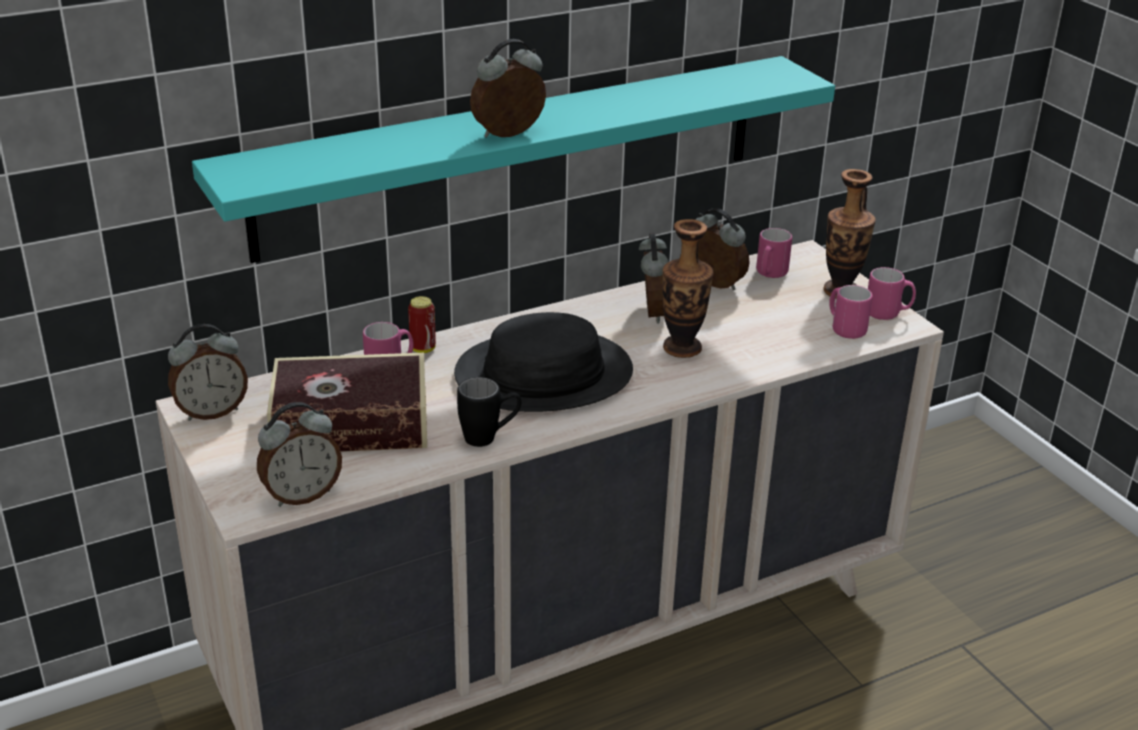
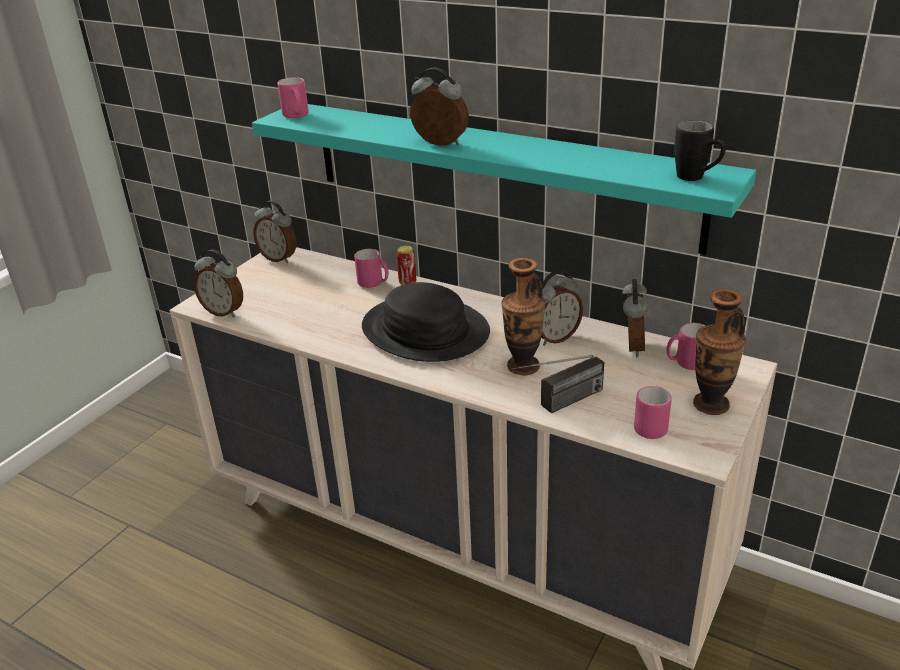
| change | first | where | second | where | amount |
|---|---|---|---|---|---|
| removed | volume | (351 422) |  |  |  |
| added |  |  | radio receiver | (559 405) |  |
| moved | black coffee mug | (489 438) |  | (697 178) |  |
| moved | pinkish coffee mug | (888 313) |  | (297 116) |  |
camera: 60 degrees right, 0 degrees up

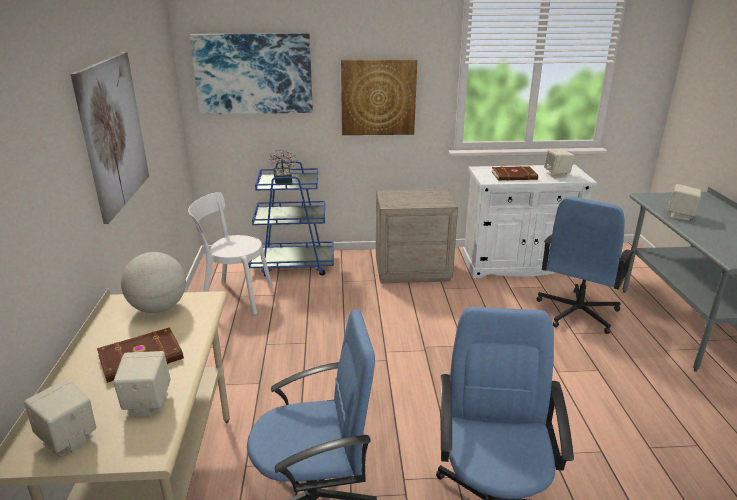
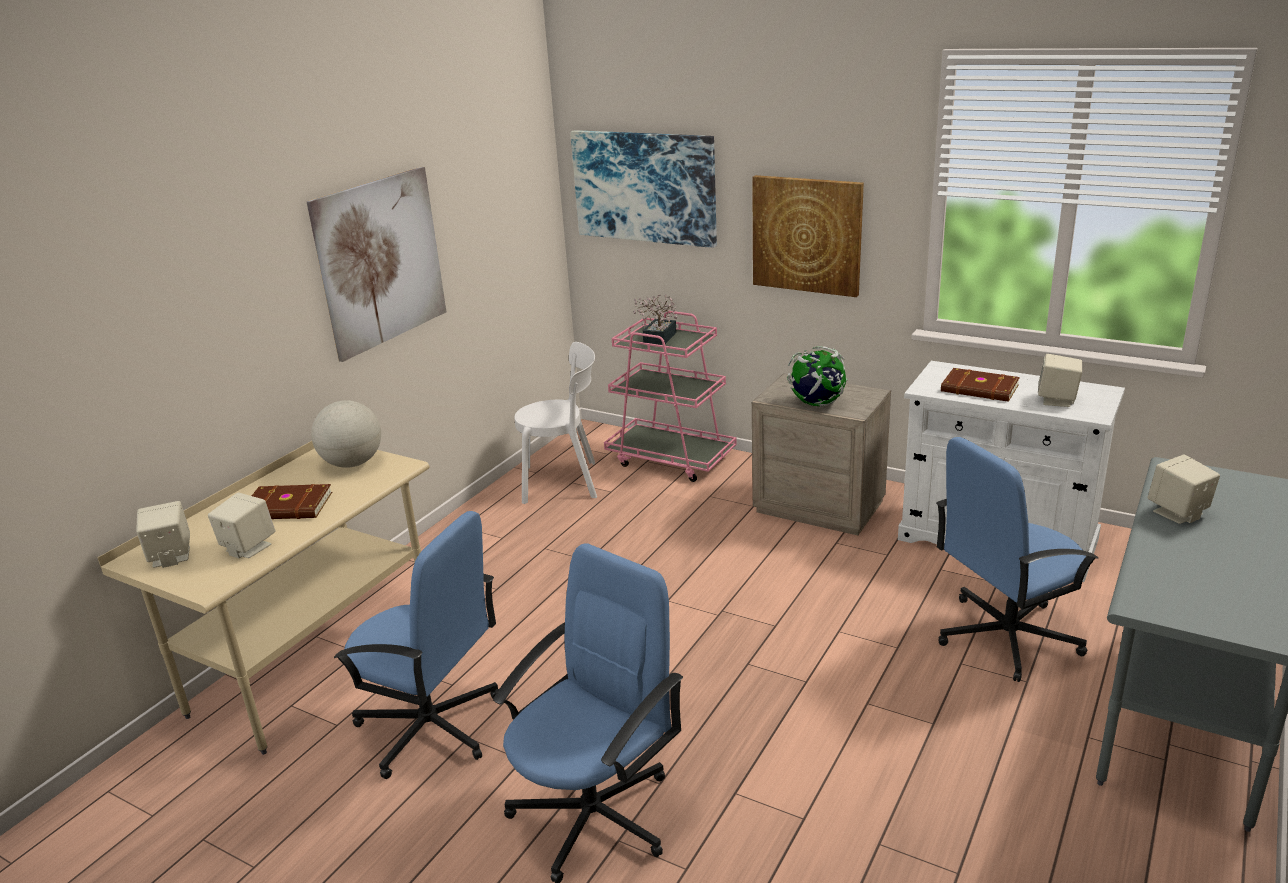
| change | first | where | second | where | amount |
|---|---|---|---|---|---|
| added |  |  | world globe | (817 404) |  |
| recoloured | blue wheeled cart | (293 265) | pinkish wheeled cart | (671 459) |  |
| turned | whitish chair | (234 296) |  | (565 482) | 135 degrees clockwise |
camera: 35 degrees right, 0 degrees up

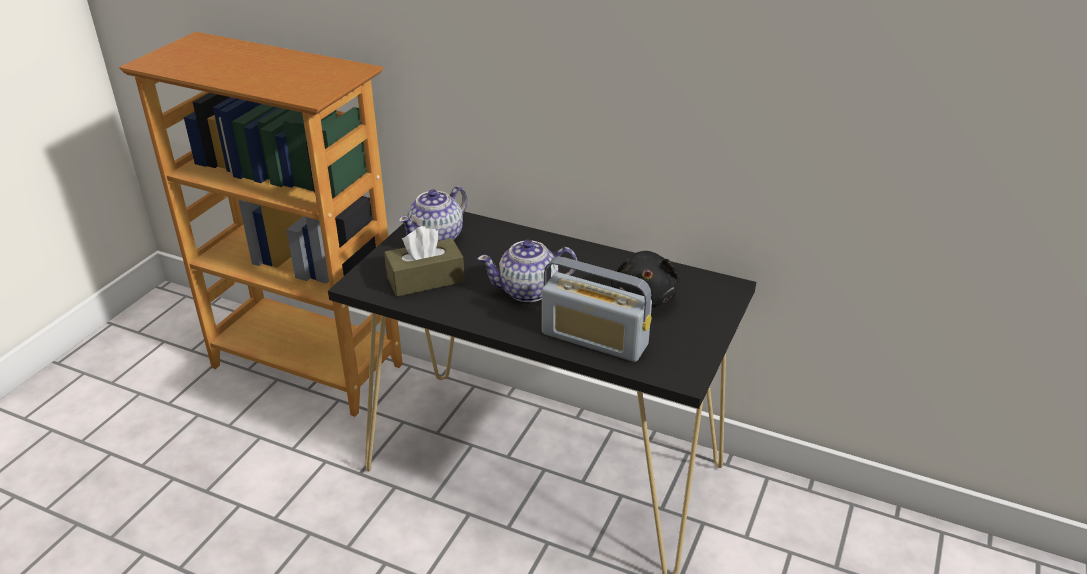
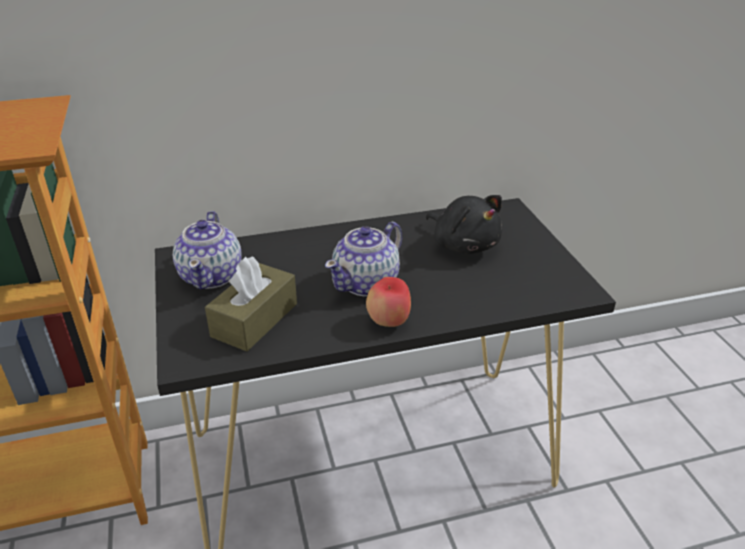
| change | first | where | second | where | amount |
|---|---|---|---|---|---|
| removed | radio receiver | (594 339) |  |  |  |
| added |  |  | whole apple | (389 322) |  |
camera: 40 degrees left, 0 degrees up

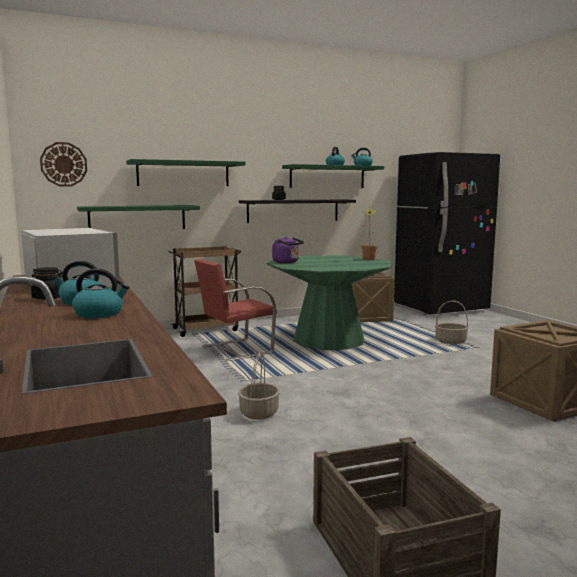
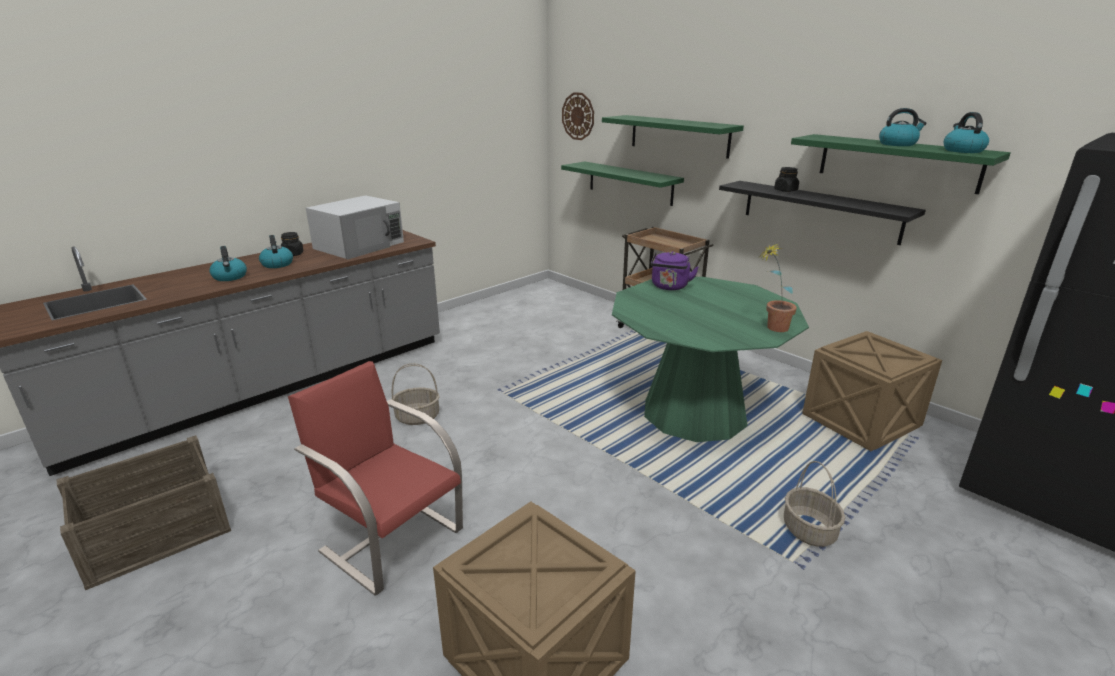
| change | first | where | second | where | amount |
|---|---|---|---|---|---|
| moved | reddish chair | (235 350) |  | (391 539) |  |
camera: 70 degrees right, 15 degrees up

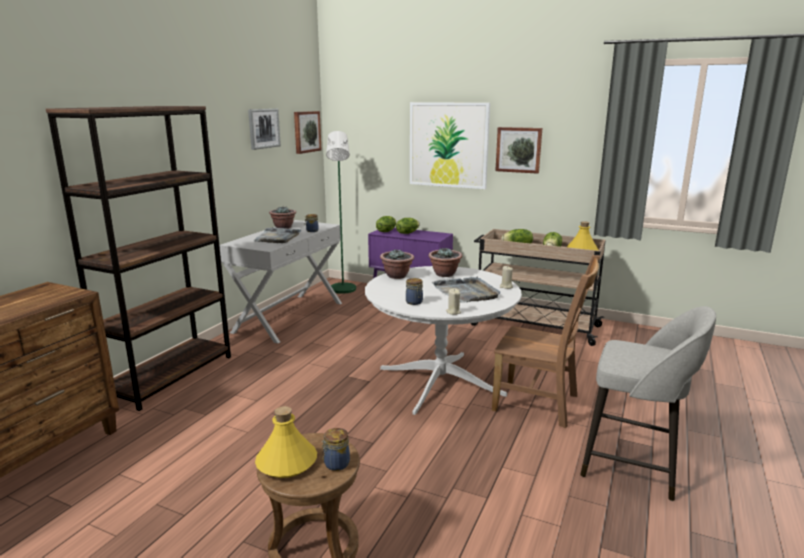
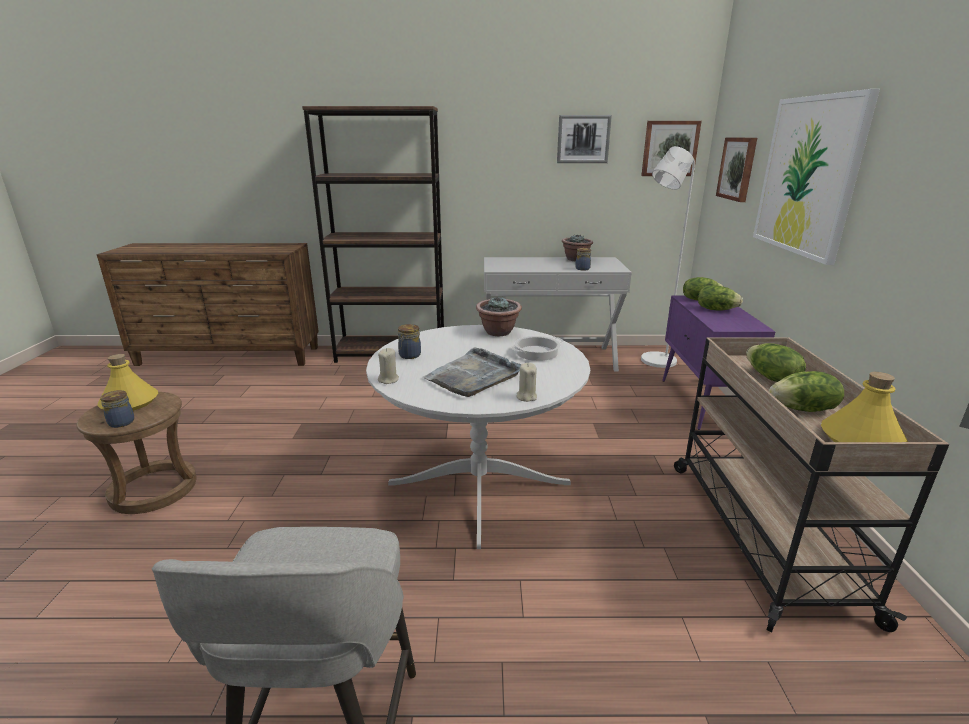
| change | first | where | second | where | amount |
|---|---|---|---|---|---|
| removed | gray tray | (277 237) |  |  |  |
| removed | brown chair | (539 404) |  |  |  |
| moved | wall picture | (518 149) |  | (737 168) |  |
| replaced | plant in a pot | (445 274) | saucepot | (537 353) |  |
| recoloured | green-coloured floor lamp | (342 290) | whitish floor lamp | (653 362) |  |
camera: 65 degrees right, 5 degrees up

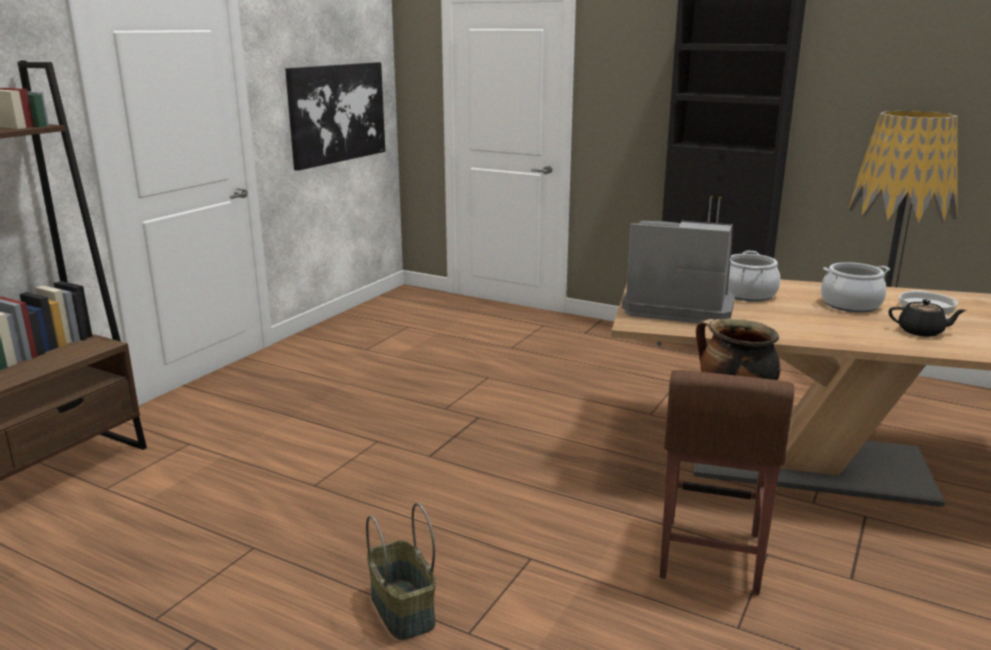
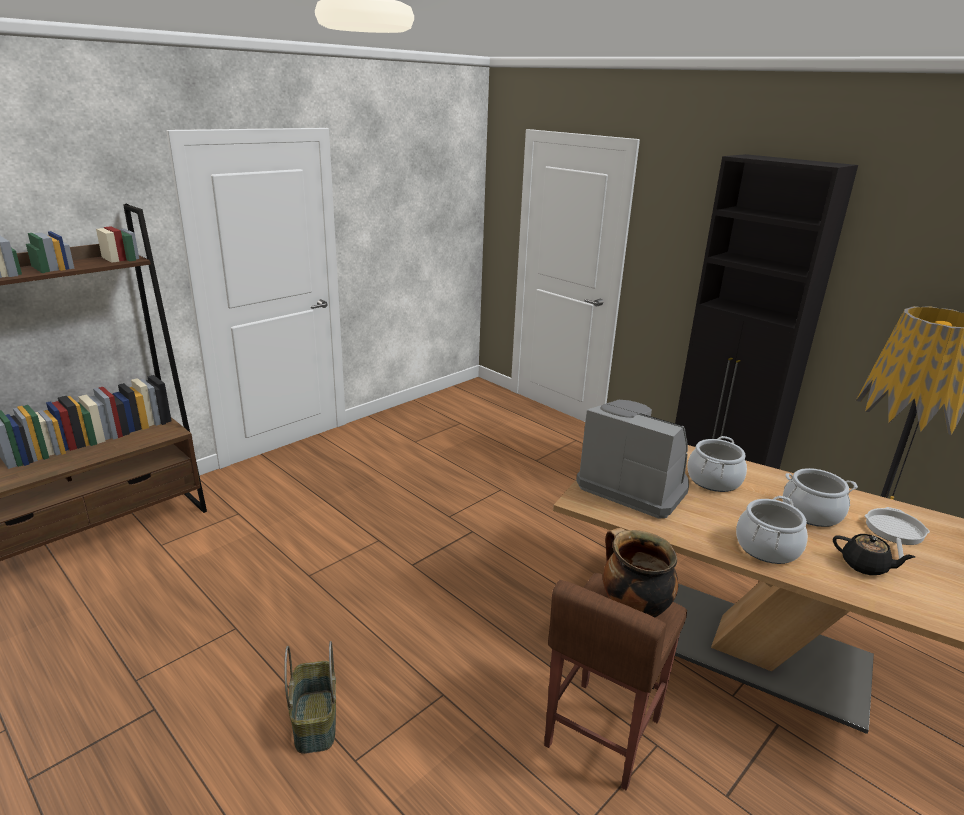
| change | first | where | second | where | amount |
|---|---|---|---|---|---|
| removed | wall picture | (337 113) |  |  |  |
| added |  |  | saucepot | (767 547) |  |
camera: 15 degrees right, 5 degrees up

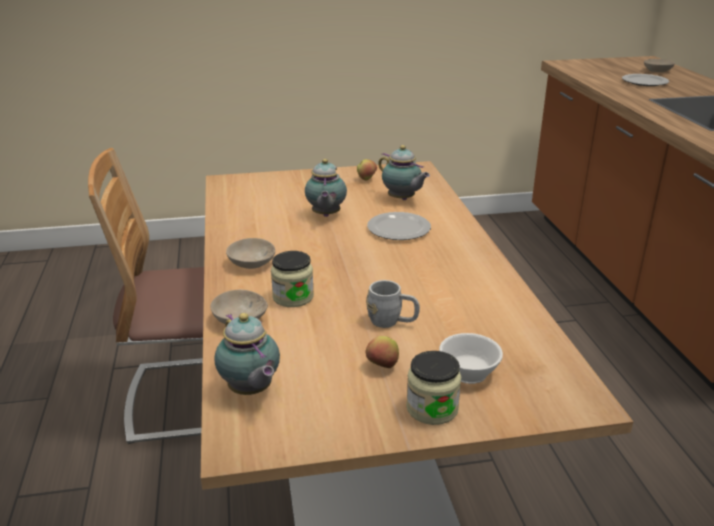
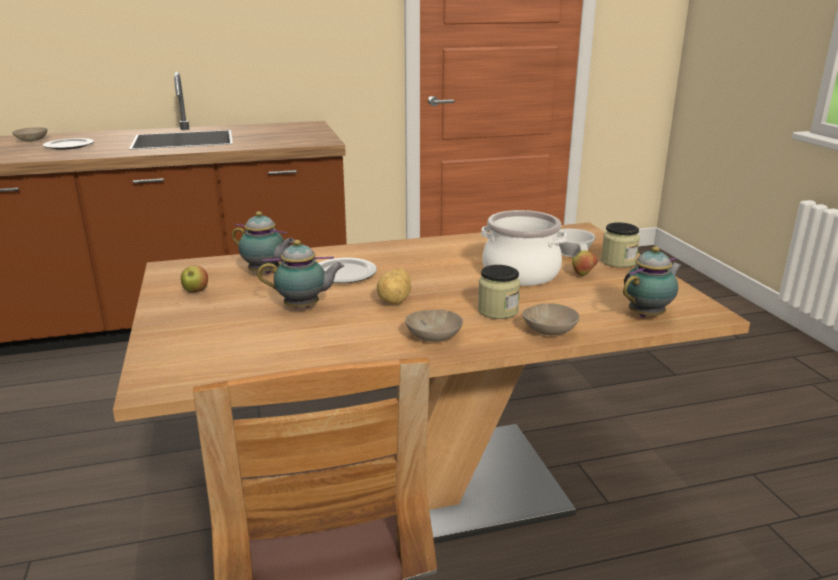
| change | first | where | second | where | amount |
|---|---|---|---|---|---|
| added |  |  | whole potato | (396 300) |  |
| replaced | gray coffee mug | (392 322) | saucepot | (521 273) |  |
| turned | pot for tea | (402 199) |  | (266 273) | 75 degrees clockwise |
camera: 95 degrees left, 5 degrees down

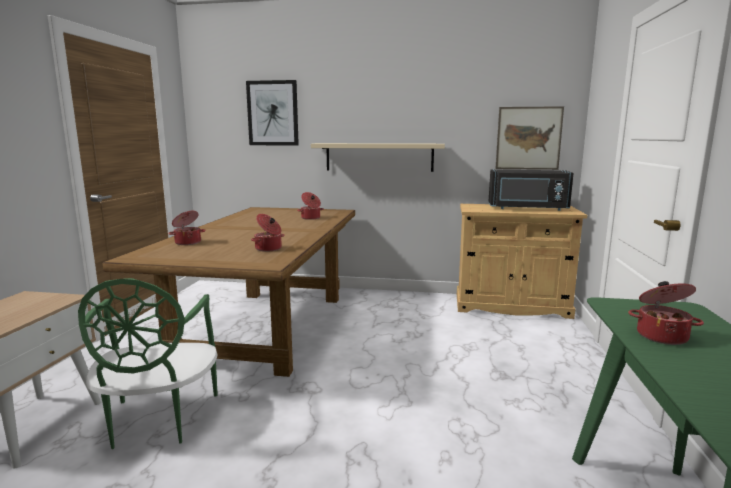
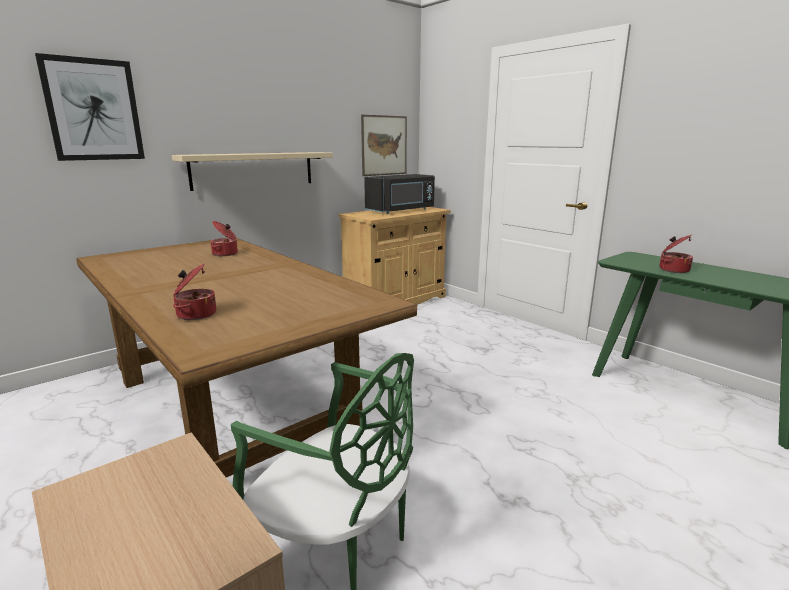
| change | first | where | second | where | amount |
|---|---|---|---|---|---|
| removed | saucepot | (269 249) |  |  |  |
camera: 50 degrees left, 5 degrees up

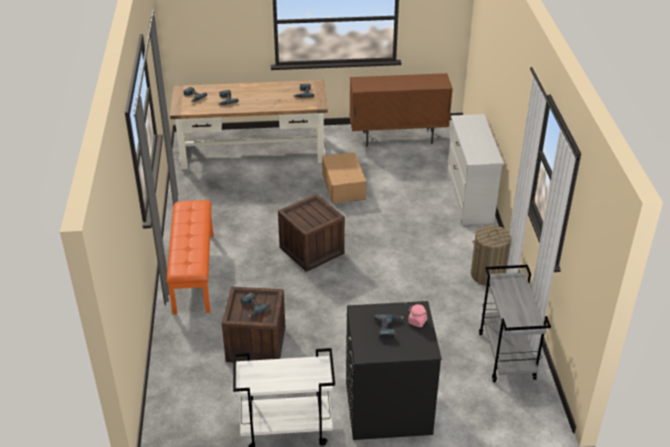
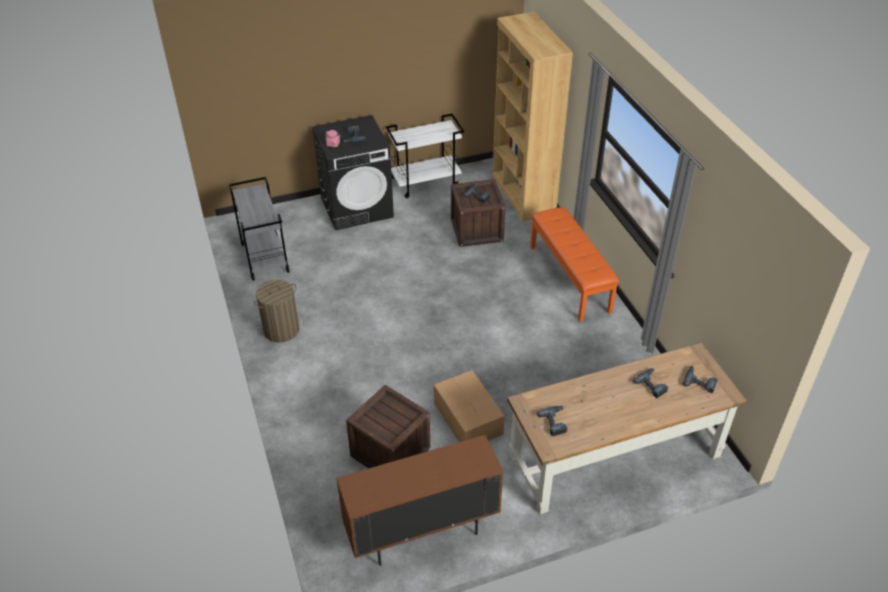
| change | first | where | second | where | amount |
|---|---|---|---|---|---|
| removed | whitish chest of drawers | (469 199) |  |  |  |
| added |  |  | brown bookcase | (522 194) |  |
| moved | crate | (311 250) |  | (390 452) |  |
camera: 165 degrees right, 5 degrees up

